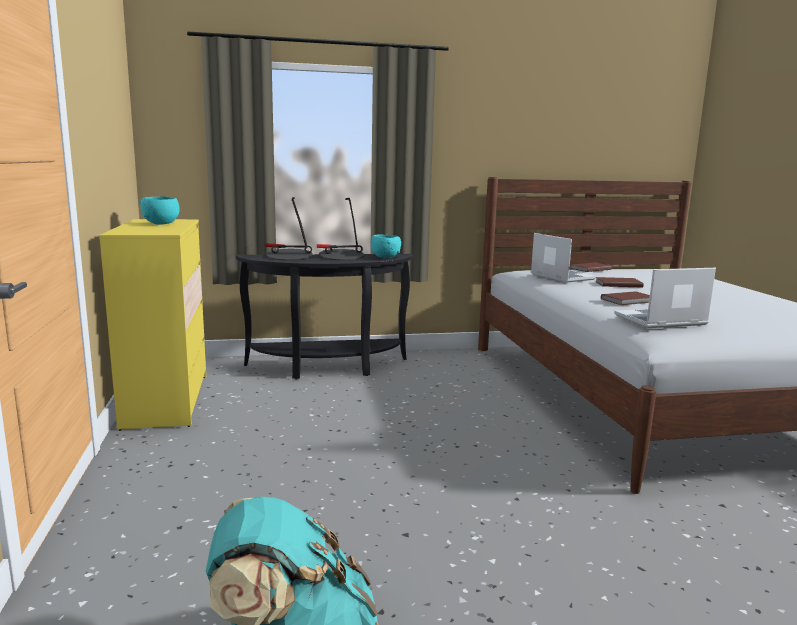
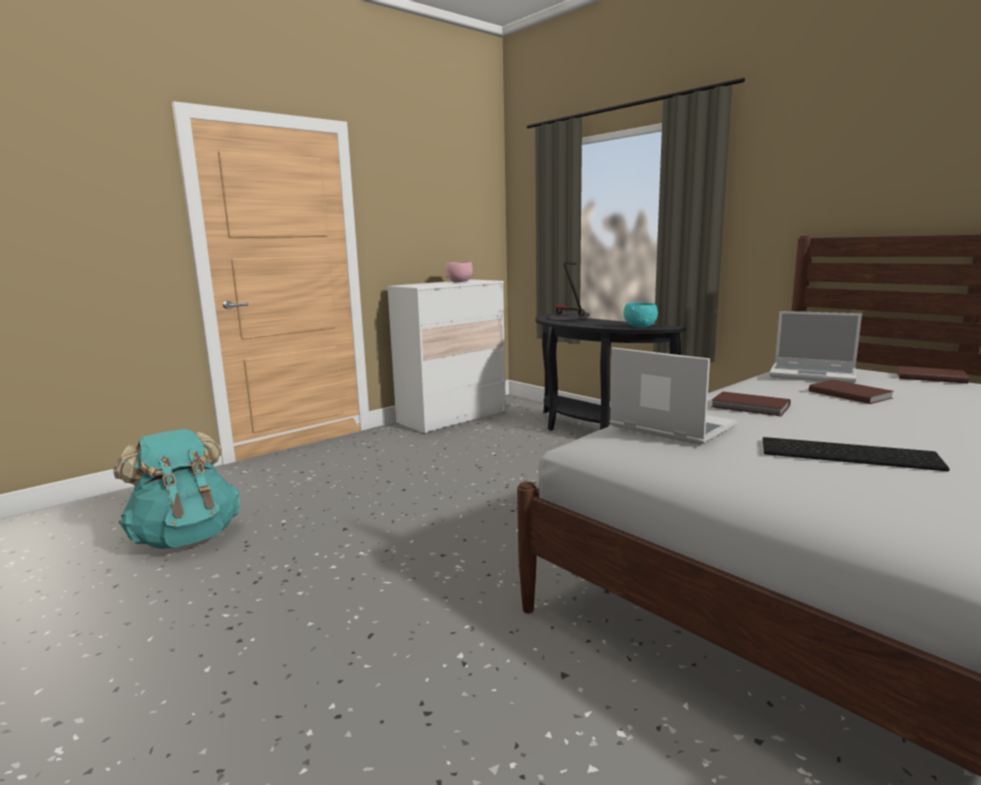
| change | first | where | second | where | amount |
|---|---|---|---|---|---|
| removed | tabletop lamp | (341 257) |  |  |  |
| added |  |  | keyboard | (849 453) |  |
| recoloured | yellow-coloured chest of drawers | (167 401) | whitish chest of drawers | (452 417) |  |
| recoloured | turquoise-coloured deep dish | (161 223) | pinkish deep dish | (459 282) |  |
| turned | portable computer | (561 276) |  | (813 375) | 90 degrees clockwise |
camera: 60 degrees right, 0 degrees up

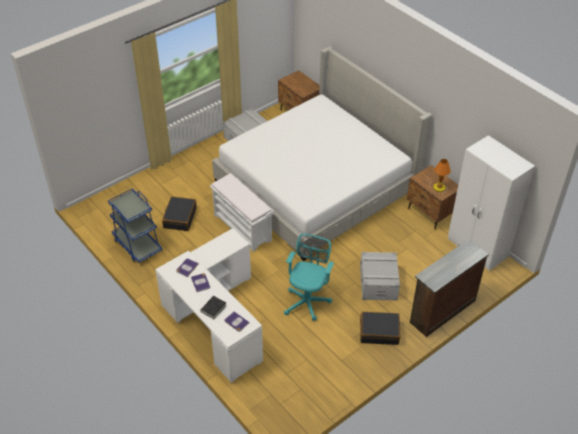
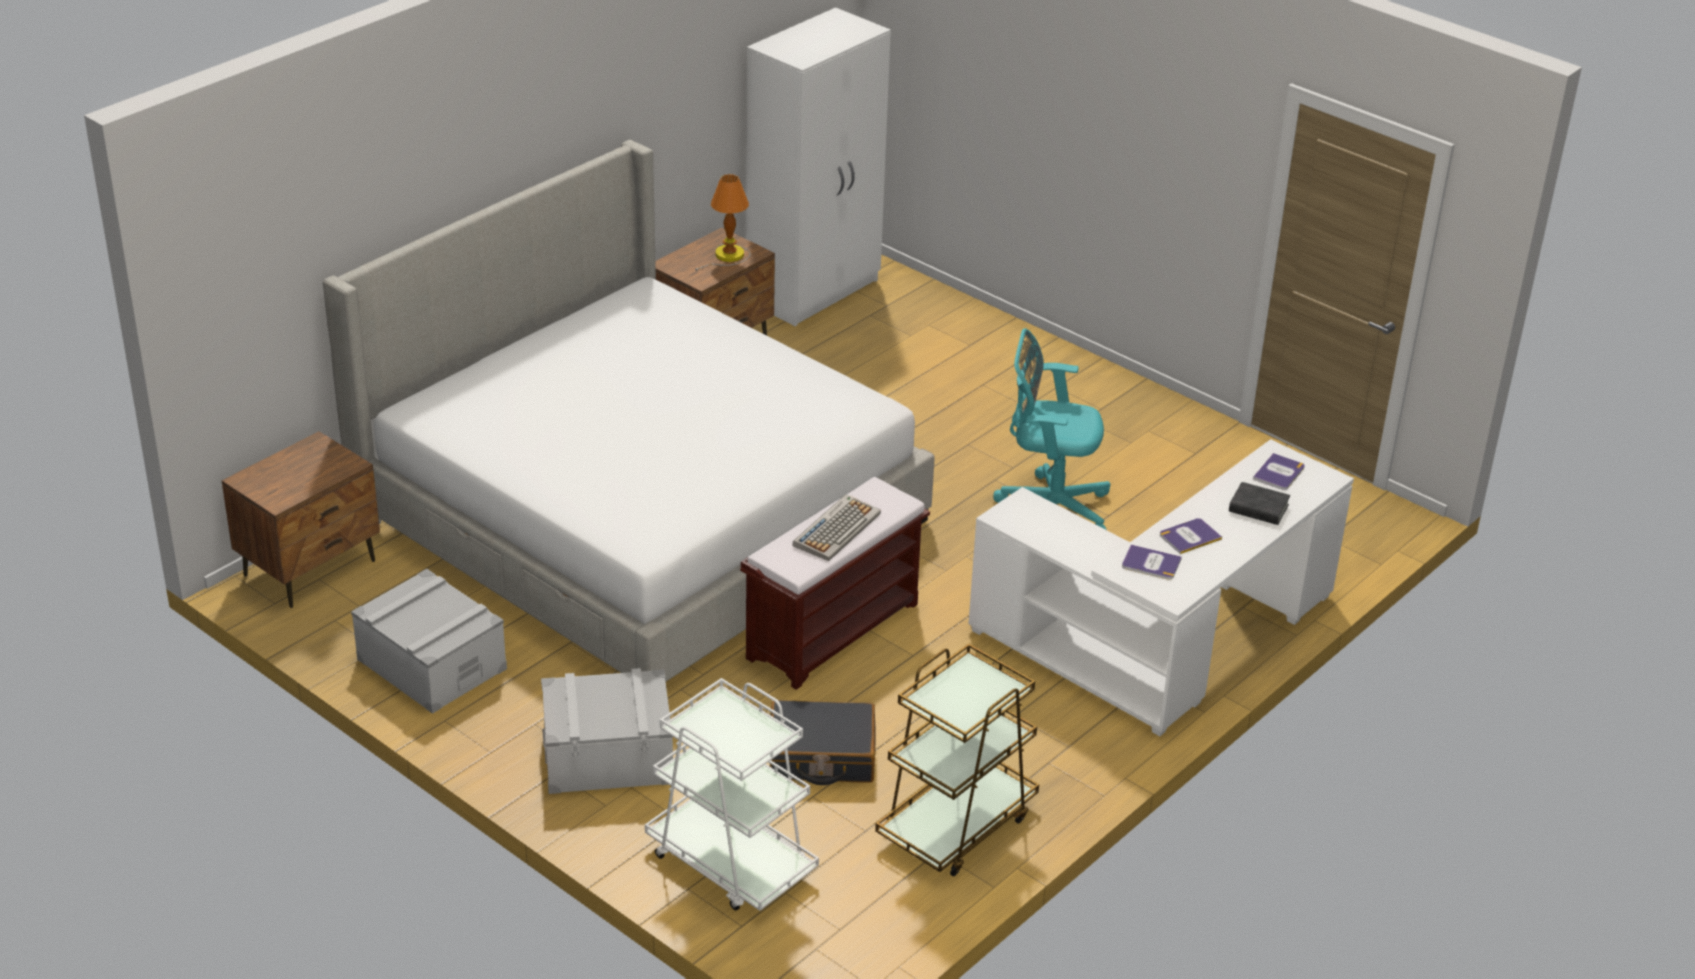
| change | first | where | second | where | amount |
|---|---|---|---|---|---|
| removed | black suitcase | (379 332) |  |  |  |
| removed | brown chest of drawers | (441 311) |  |  |  |
| added |  |  | whitish wheeled cart | (730 861) |  |
| added |  |  | keyboard | (836 529) |  |
| moved | gray storage bin | (378 283) |  | (608 755) |  |
| recoloured | blue wheeled cart | (137 245) | brown wheeled cart | (956 825) |  |
| recoloured | whitish indoor bench | (243 228) | brown indoor bench | (833 630) |  |
camera: 100 degrees left, 10 degrees down

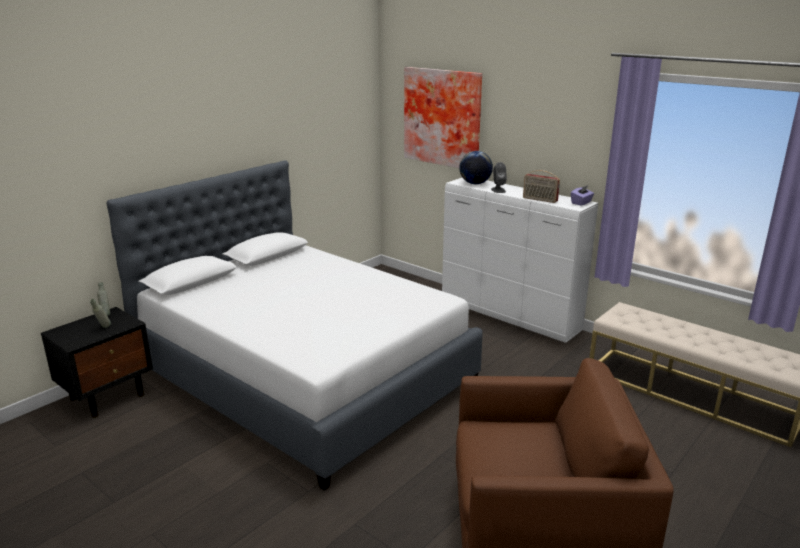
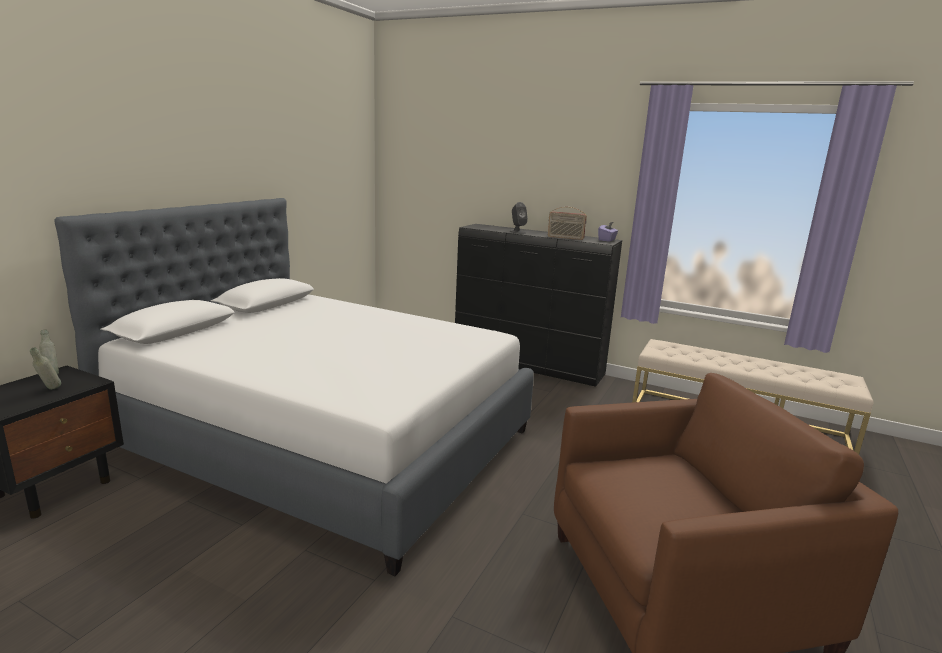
| change | first | where | second | where | amount |
|---|---|---|---|---|---|
| removed | wall picture | (443 117) |  |  |  |
| removed | world globe | (475 183) |  |  |  |
| recoloured | whitish chest of drawers | (509 316) | black chest of drawers | (527 366) |  |
camera: 15 degrees left, 5 degrees down

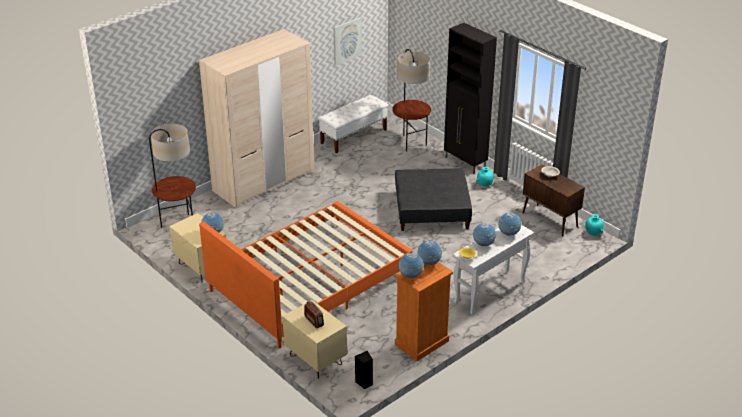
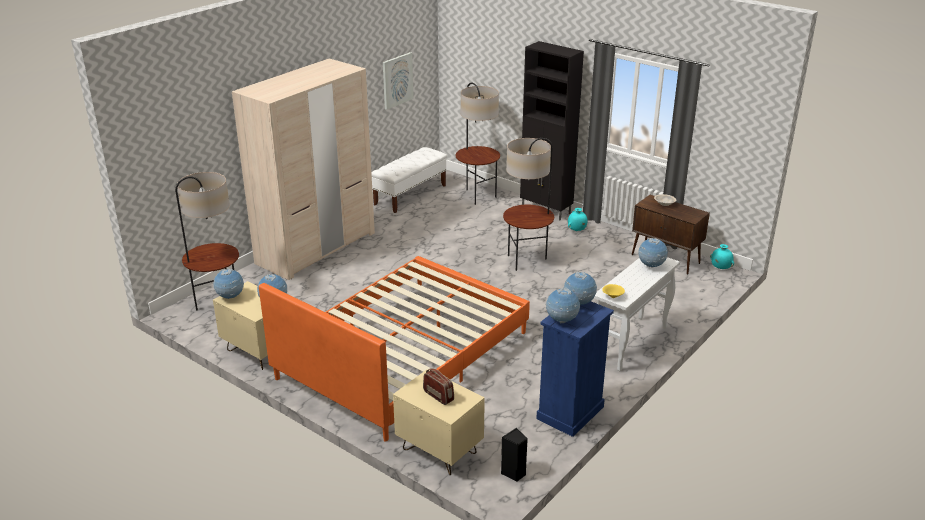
| change | first | where | second | where | amount |
|---|---|---|---|---|---|
| moved | world globe | (483 245) |  | (230 297) |  |
| replaced | gray ottoman | (432 210) | floor lamp | (527 261) |  |
| recoloured | orange chest of drawers | (421 343) | blue chest of drawers | (570 413) |  |
camera: 10 degrees left, 5 degrees down

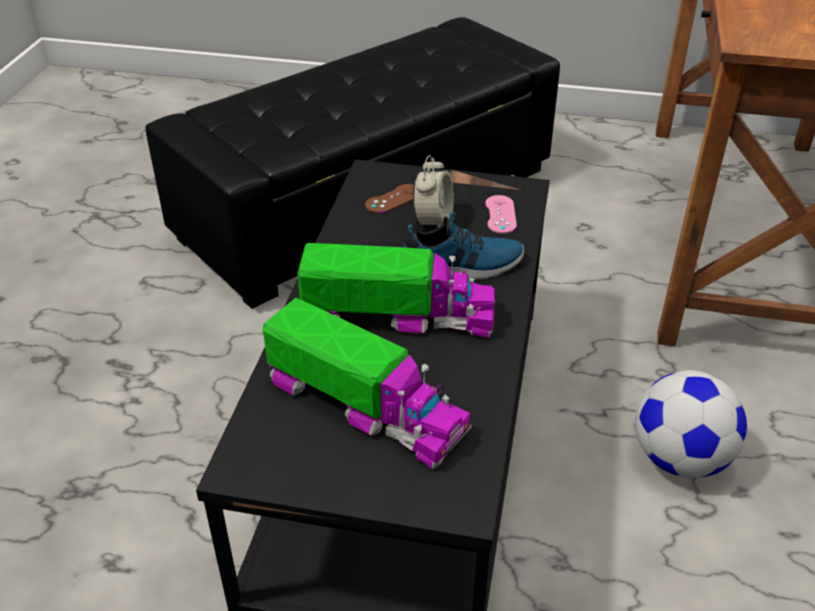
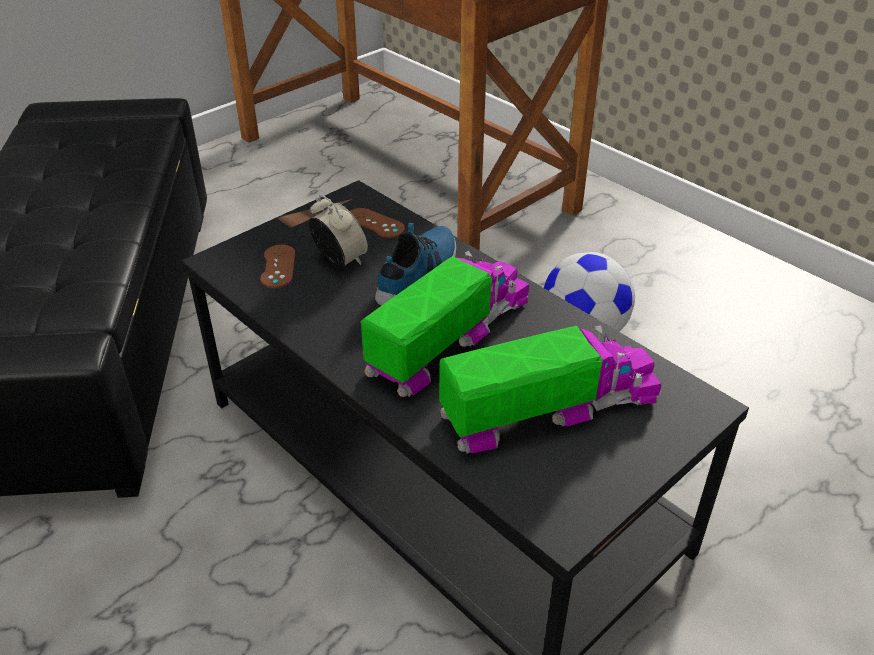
| change | first | where | second | where | amount |
|---|---|---|---|---|---|
| recoloured | pinkish joypad | (500 214) | brown joypad | (375 223) |  |
camera: 55 degrees left, 0 degrees up

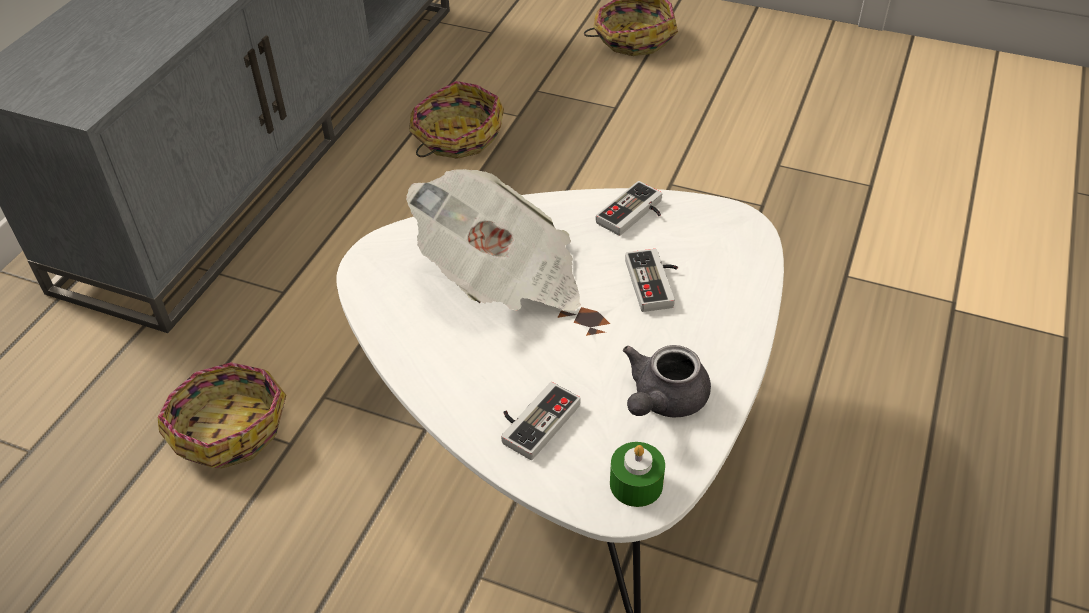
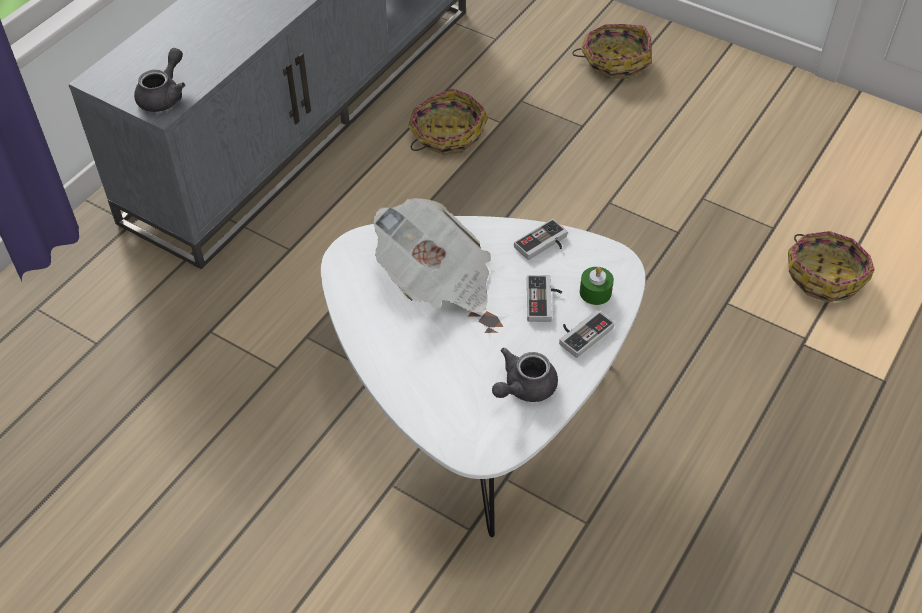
| change | first | where | second | where | amount |
|---|---|---|---|---|---|
| added |  |  | gray pot for tea | (164 96) |  |
| moved | household basket | (229 427) |  | (825 275) |  |
| moved | joypad | (534 420) |  | (582 333) |  |
| moved | green-coloured wax light | (636 484) |  | (595 292) |  |
camera: 10 degrees right, 5 degrees up

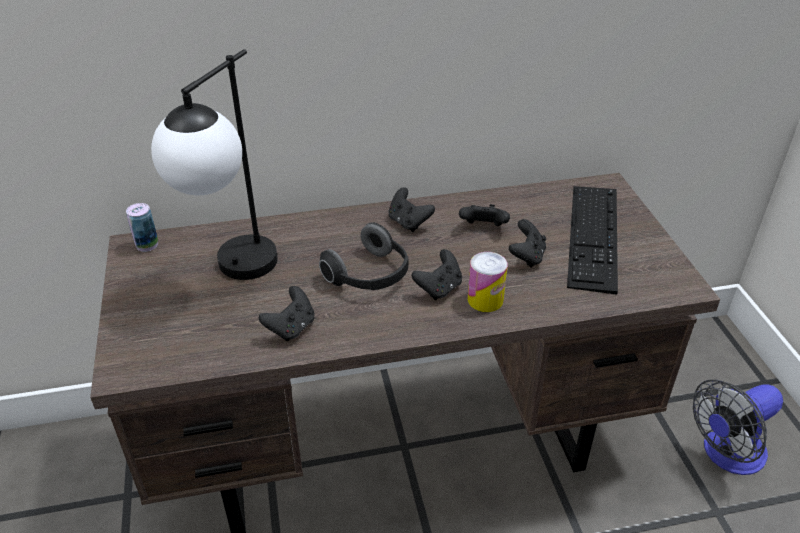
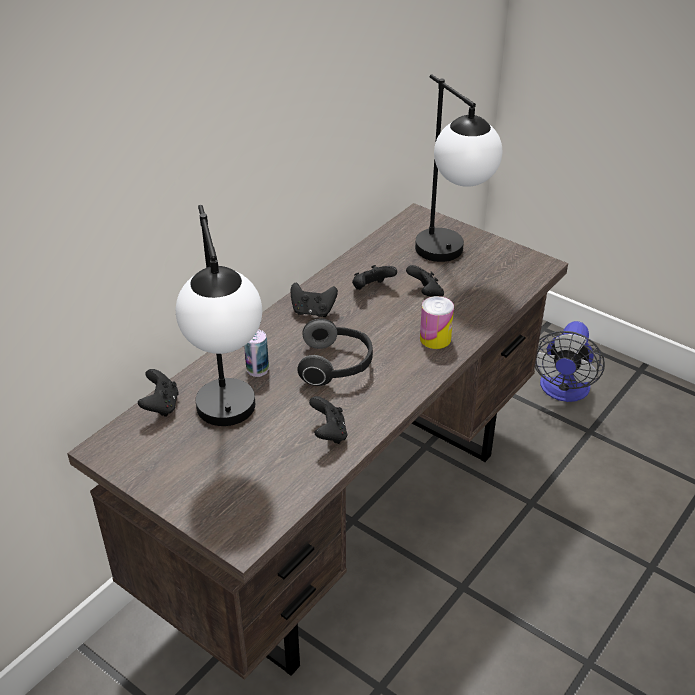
| change | first | where | second | where | amount |
|---|---|---|---|---|---|
| moved | metal can | (147 245) |  | (257 369) |  |
| moved | black joypad | (439 288) |  | (161 406) |  |
| replaced | keyboard | (593 236) | tabletop lamp | (450 258) |  |
camera: 40 degrees left, 0 degrees up

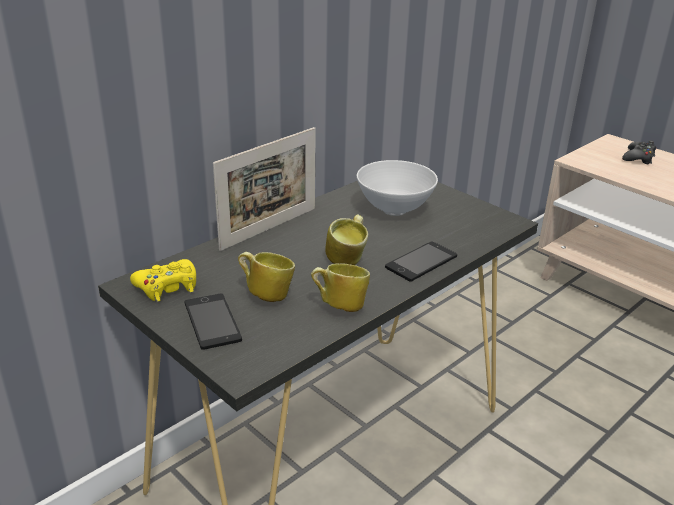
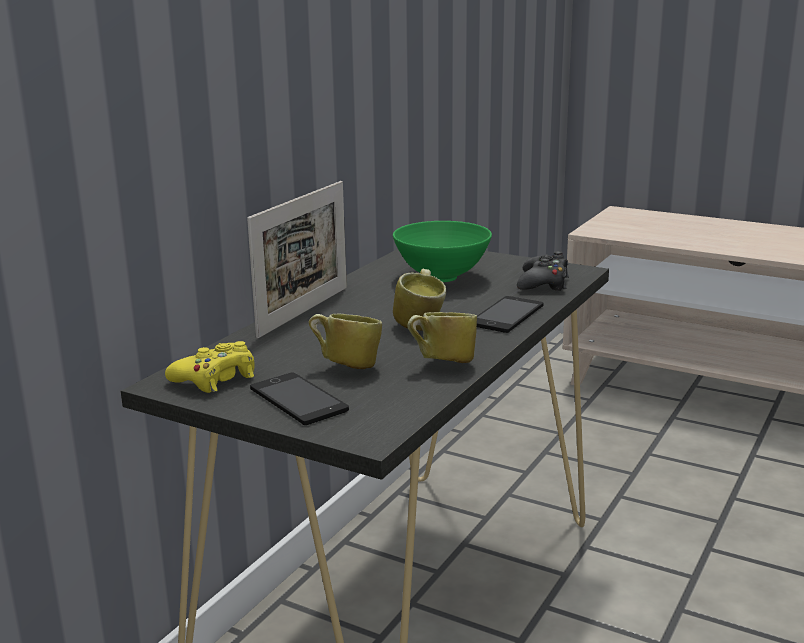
| change | first | where | second | where | amount |
|---|---|---|---|---|---|
| moved | black joypad | (638 158) |  | (543 283) |  |
| recoloured | whitish deep dish | (395 210) | green-coloured deep dish | (442 277) |  |
camera: 15 degrees left, 10 degrees down

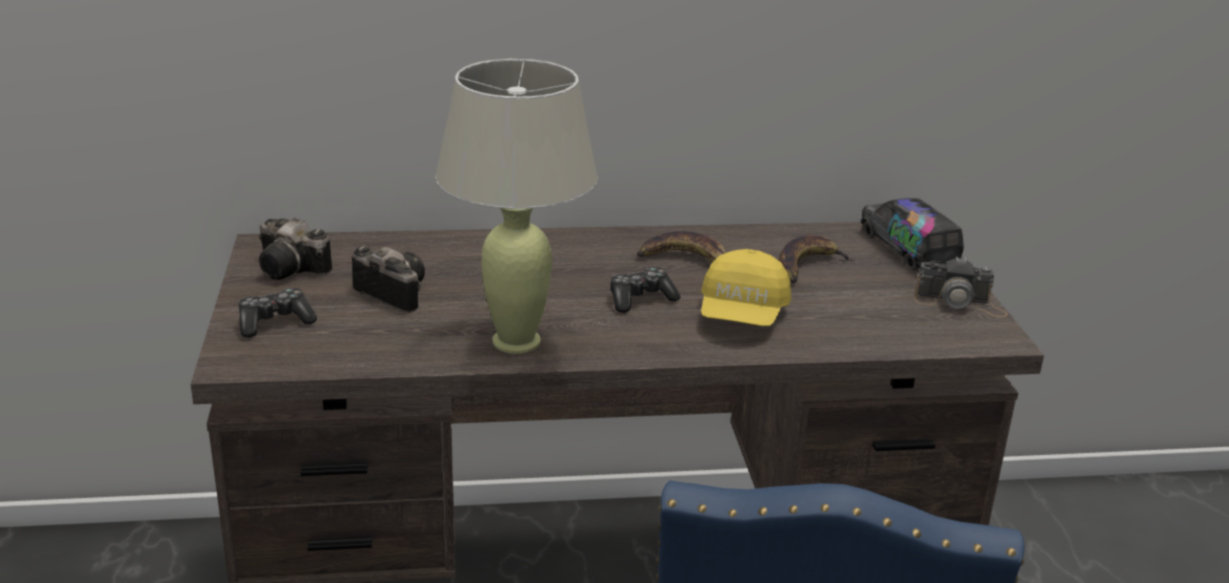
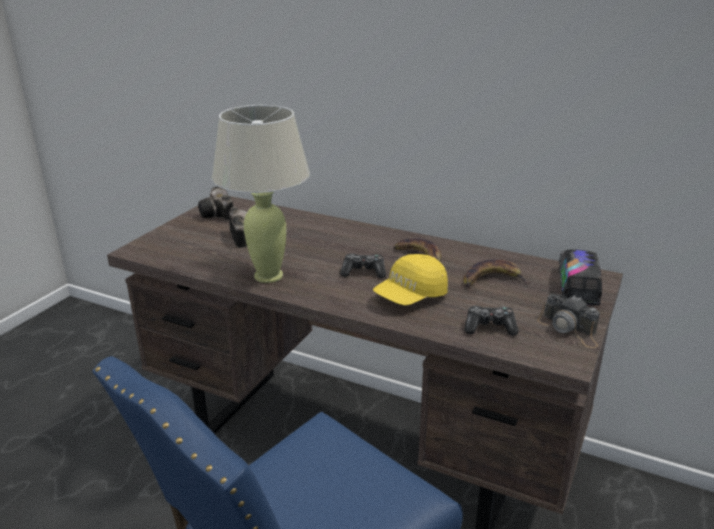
| change | first | where | second | where | amount |
|---|---|---|---|---|---|
| moved | joypad | (275 322) |  | (489 327) |  |
camera: 35 degrees right, 0 degrees up

